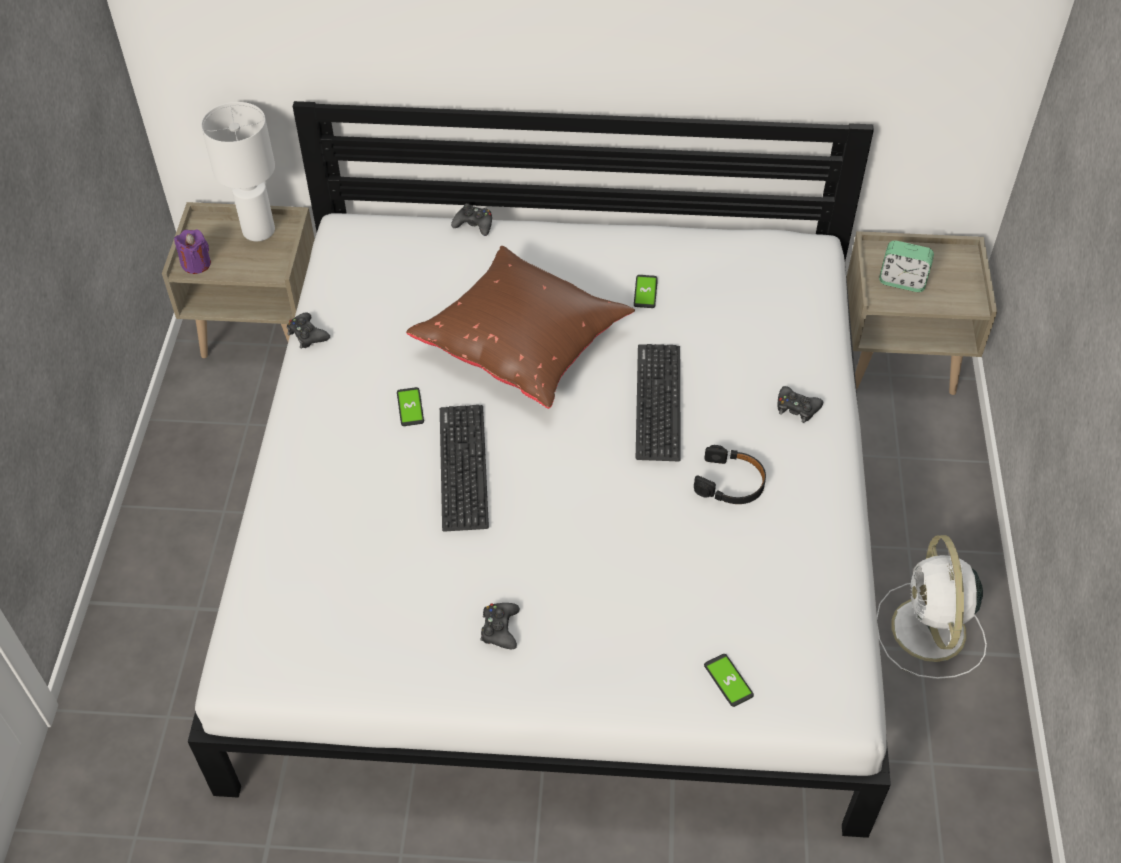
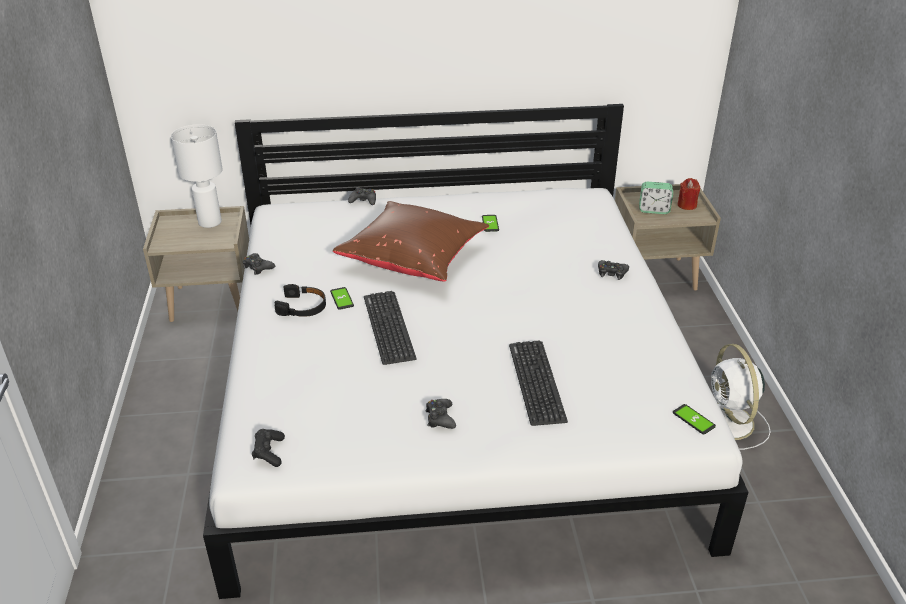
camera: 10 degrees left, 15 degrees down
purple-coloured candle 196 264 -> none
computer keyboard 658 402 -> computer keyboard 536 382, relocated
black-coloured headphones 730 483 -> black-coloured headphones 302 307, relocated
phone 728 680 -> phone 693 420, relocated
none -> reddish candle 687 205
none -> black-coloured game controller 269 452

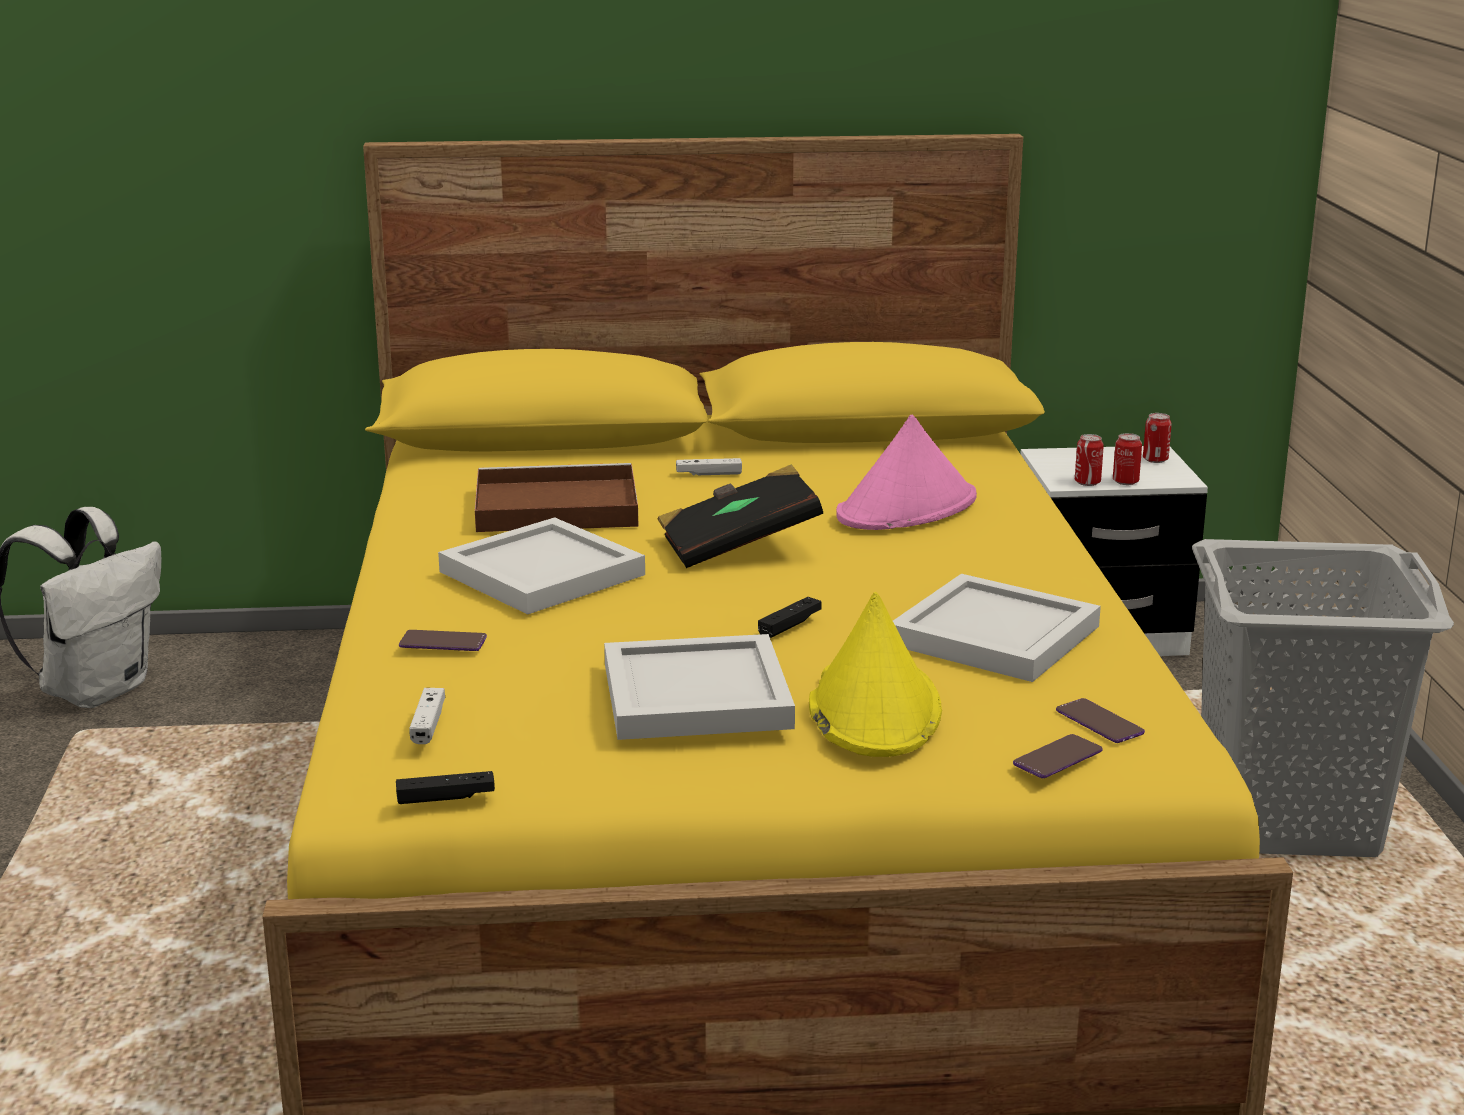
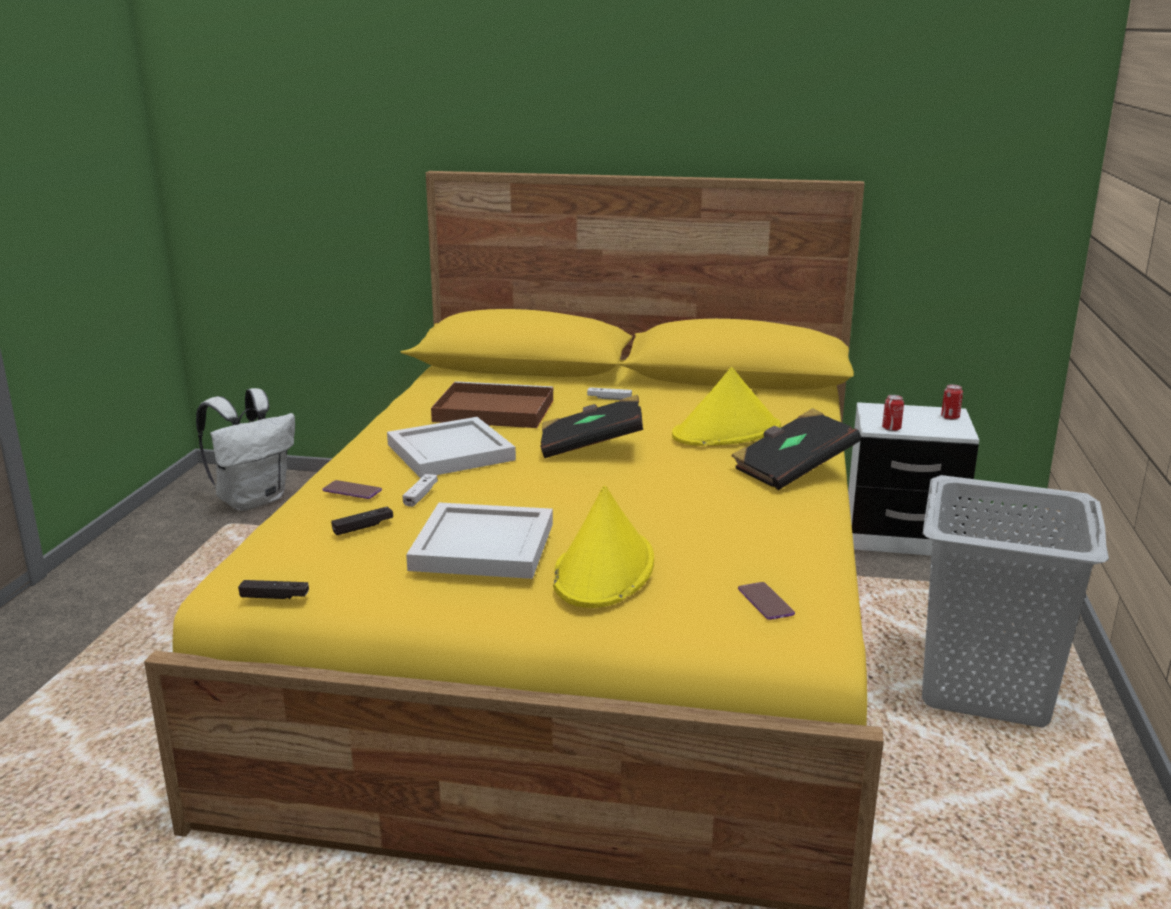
camera: 15 degrees right, 0 degrees up
pink-coloured wearable hat 907 508 -> yellow wearable hat 727 433
can 1125 482 -> none
white carrying tray 993 634 -> none
black-coloured game controller 789 625 -> black-coloured game controller 363 527, relocated
white game controller 428 724 -> white game controller 420 495, relocated
phone 1057 758 -> none
none -> black-coloured book 792 470

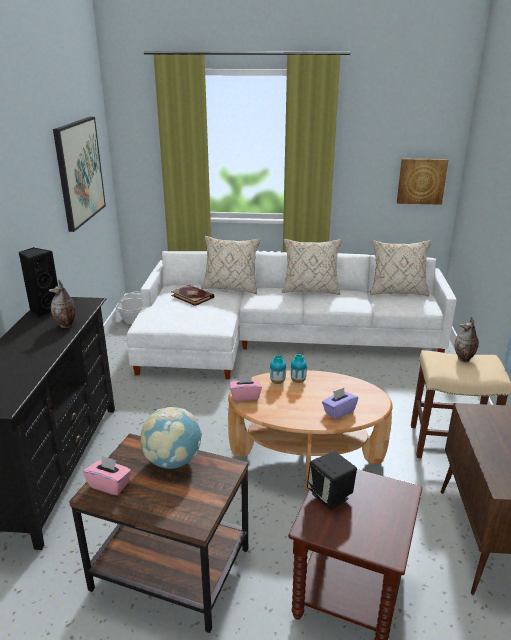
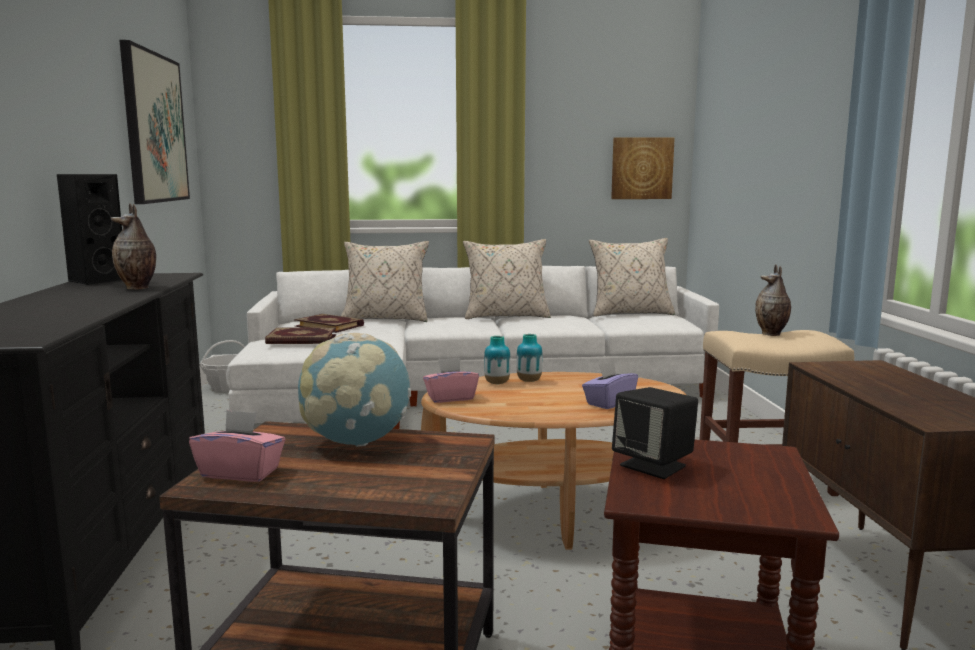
camera: 10 degrees left, 15 degrees down
none -> book 301 339

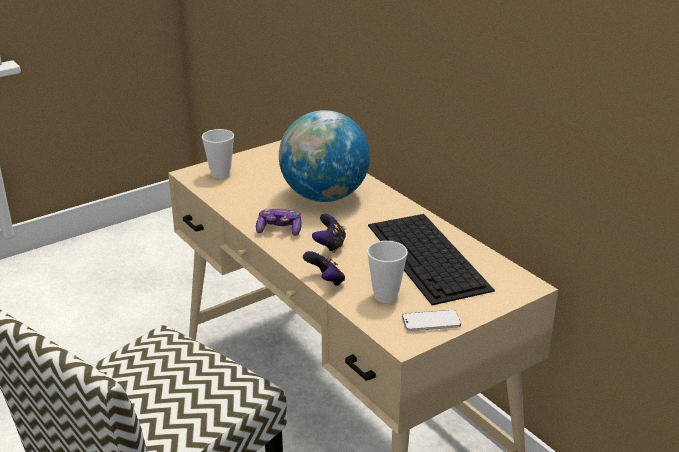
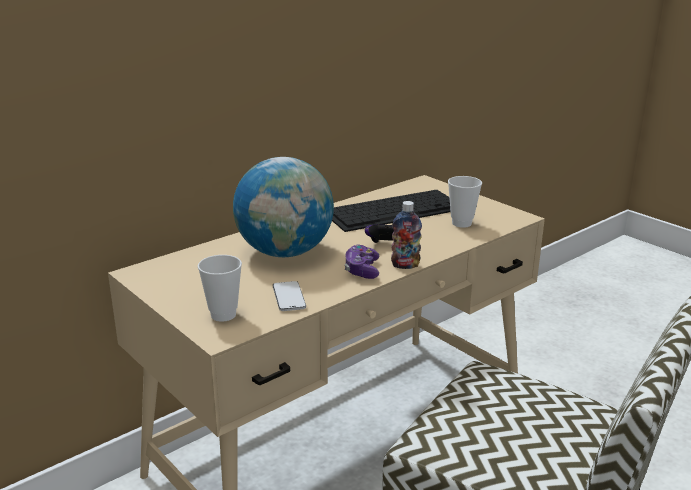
camera: 95 degrees left, 5 degrees down
game controller 325 281 -> none
phone 431 322 -> phone 289 298, relocated
none -> beverage bottle 405 265

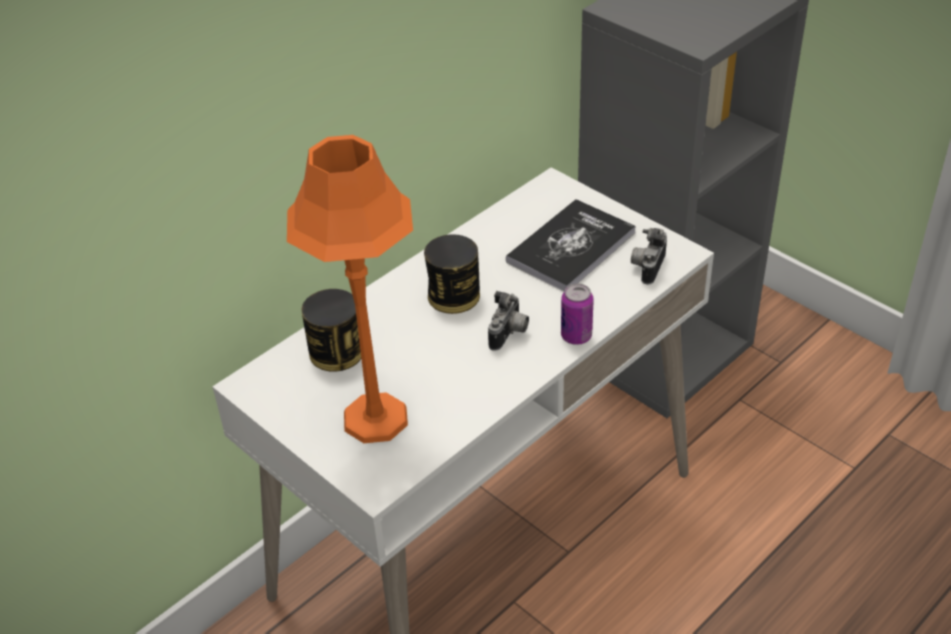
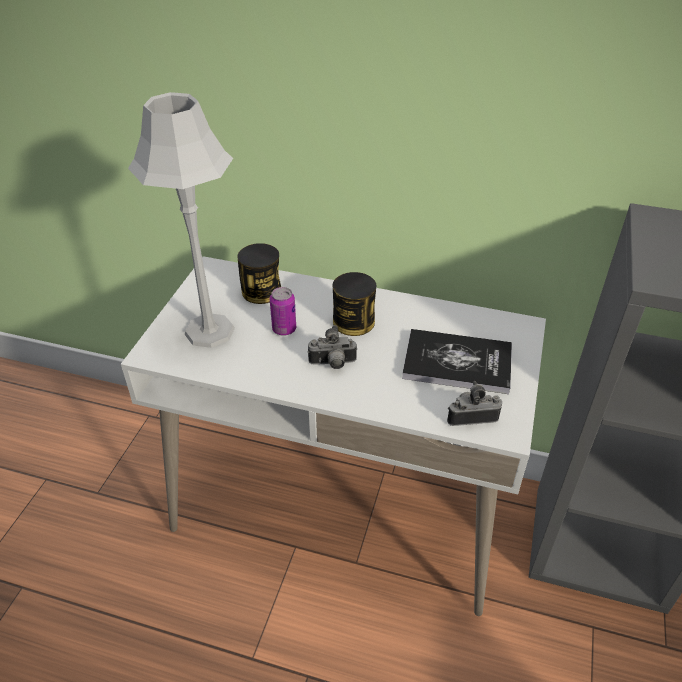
camera: 60 degrees right, 0 degrees up
orange-coloured table lamp 375 419 -> gray table lamp 209 331
can 576 336 -> can 284 329, relocated

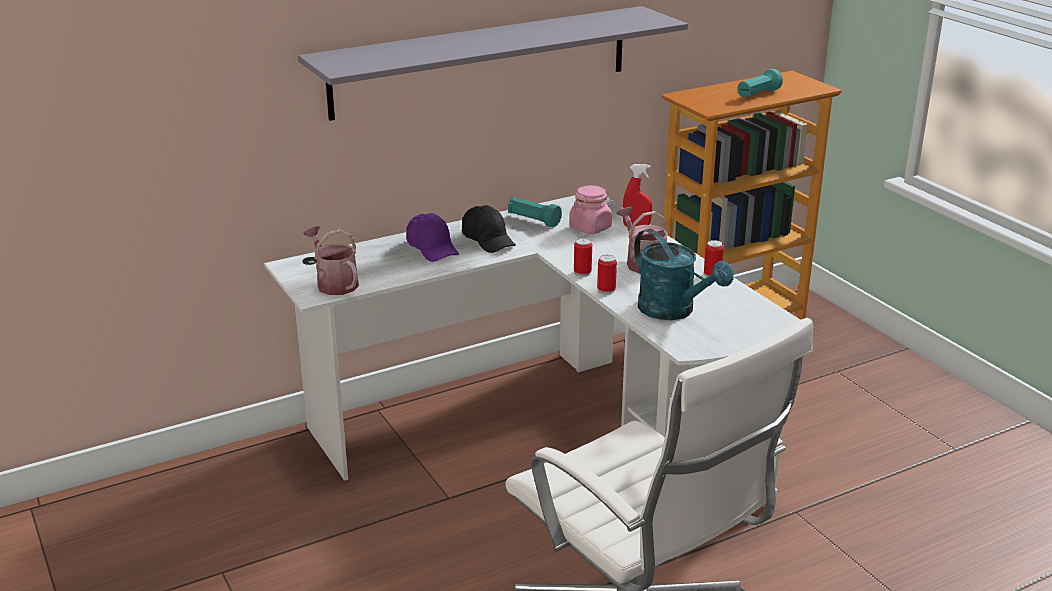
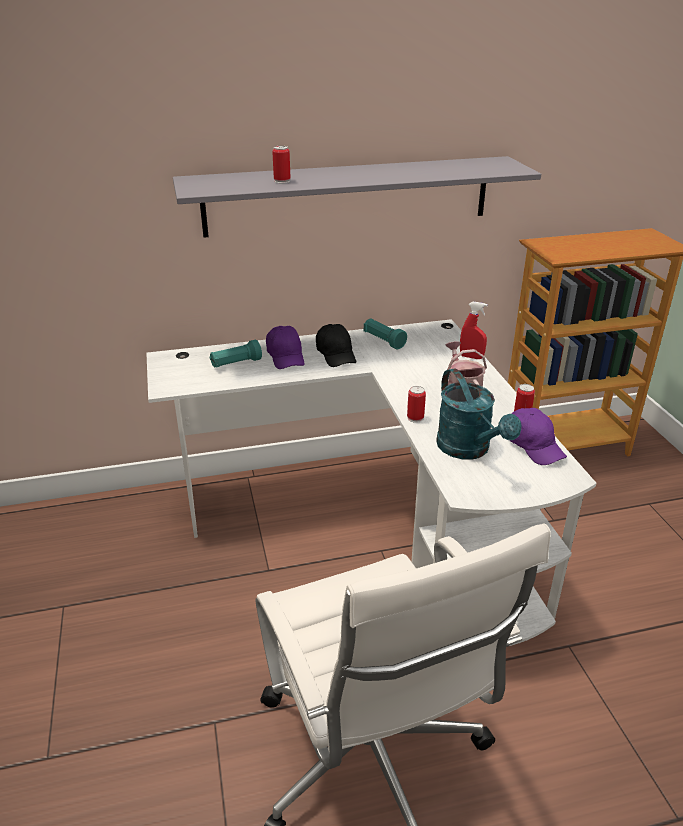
camera: 15 degrees right, 5 degrees up
turquoise hand torch 757 94 -> turquoise hand torch 236 363, relocated
pink-coloured storage jar 590 227 -> none
watering can 334 283 -> none
can 582 273 -> can 282 181, relocated
none -> purple-coloured peaked cap 533 446

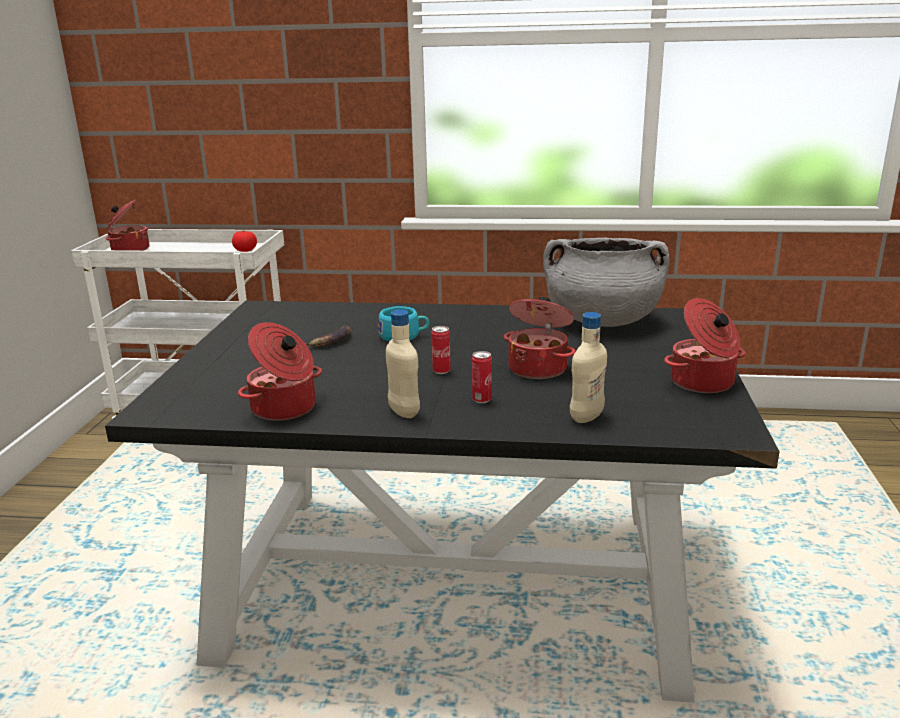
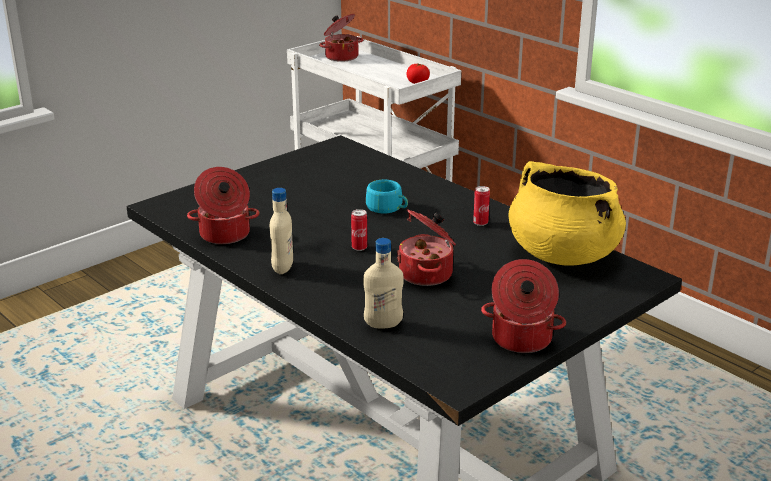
camera: 40 degrees right, 5 degrees up
gray stockpot 602 321 -> yellow stockpot 562 254
whole banana 331 341 -> none
can 482 400 -> can 480 223, relocated

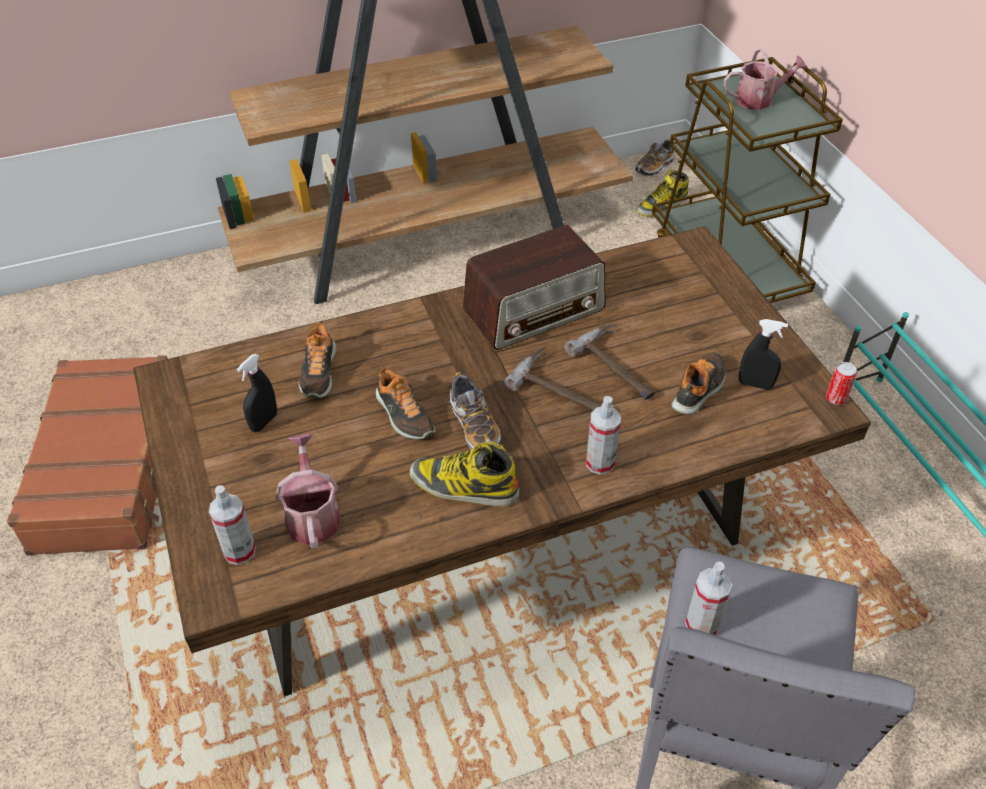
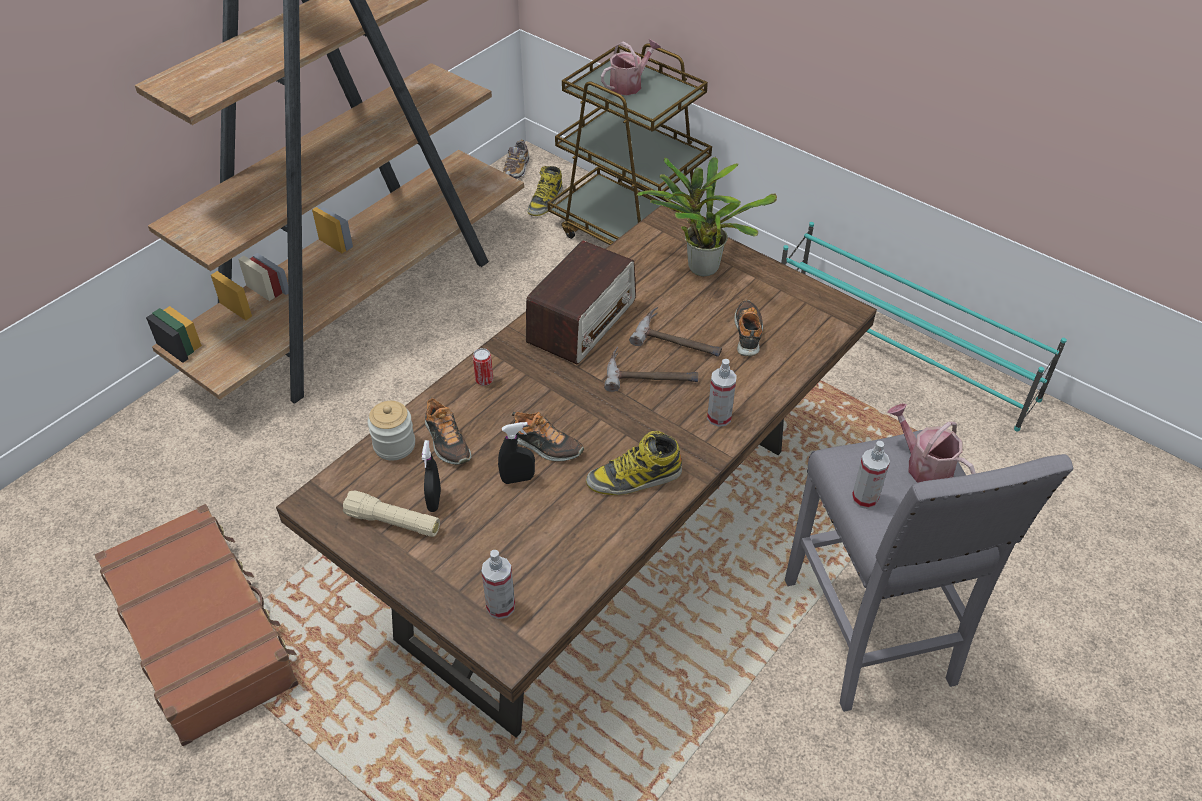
camera: 30 degrees left, 0 degrees up
black-coloured hand sprayer 755 384 -> black-coloured hand sprayer 518 479, relocated
can 835 398 -> can 484 380, relocated
item of footwear 474 425 -> none
watering can 312 514 -> watering can 924 465, relocated
none -> houseplant 699 266
none -> storage jar 394 445
none -> sand-coloured hand torch 393 522

